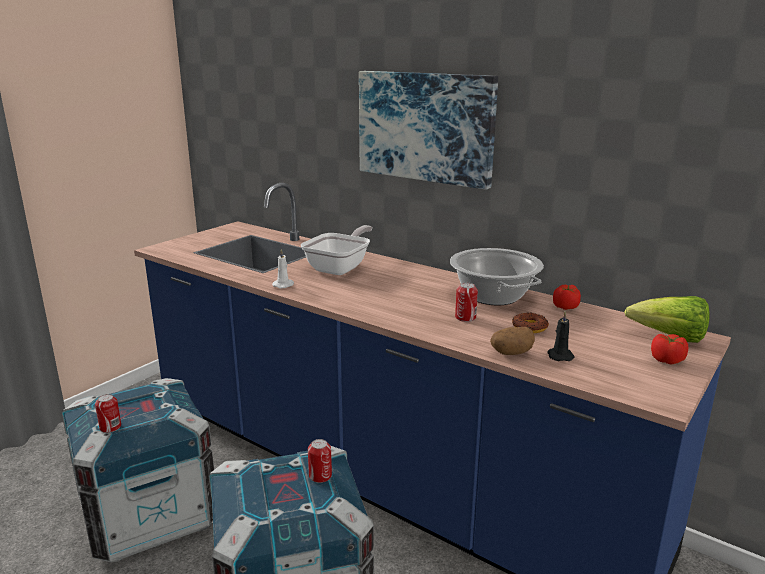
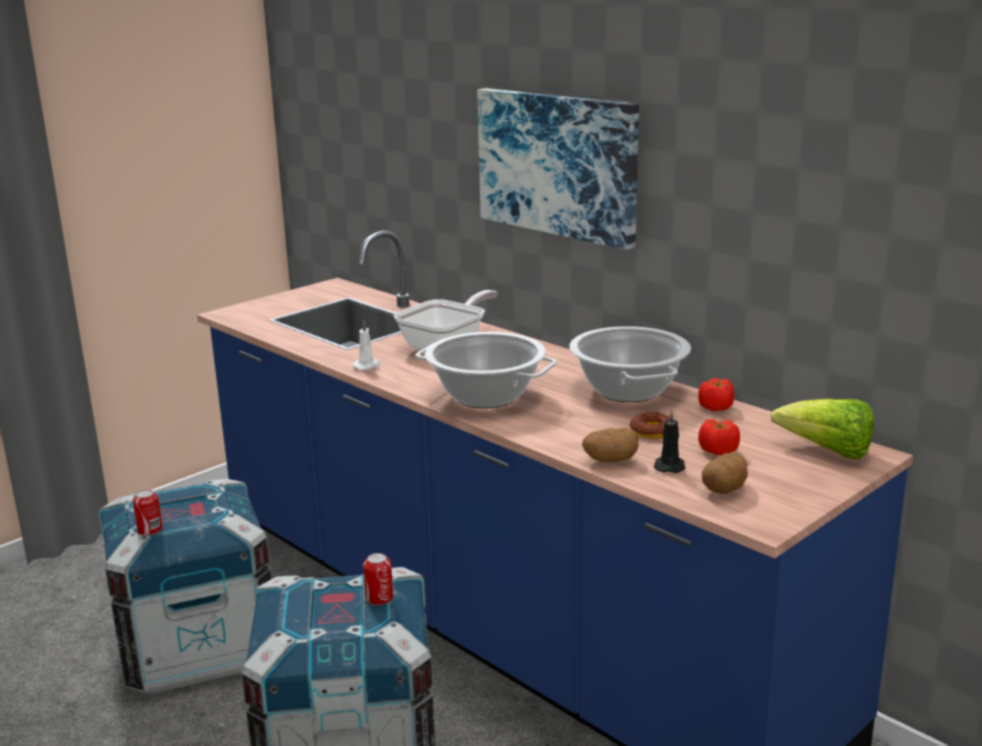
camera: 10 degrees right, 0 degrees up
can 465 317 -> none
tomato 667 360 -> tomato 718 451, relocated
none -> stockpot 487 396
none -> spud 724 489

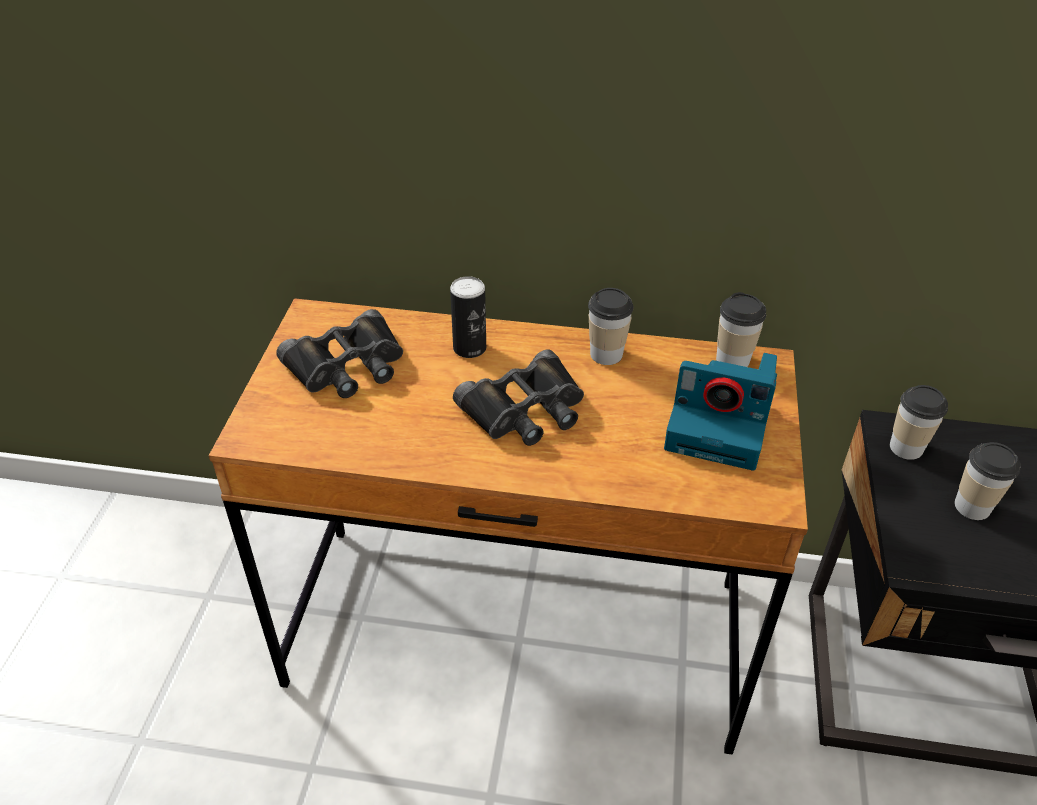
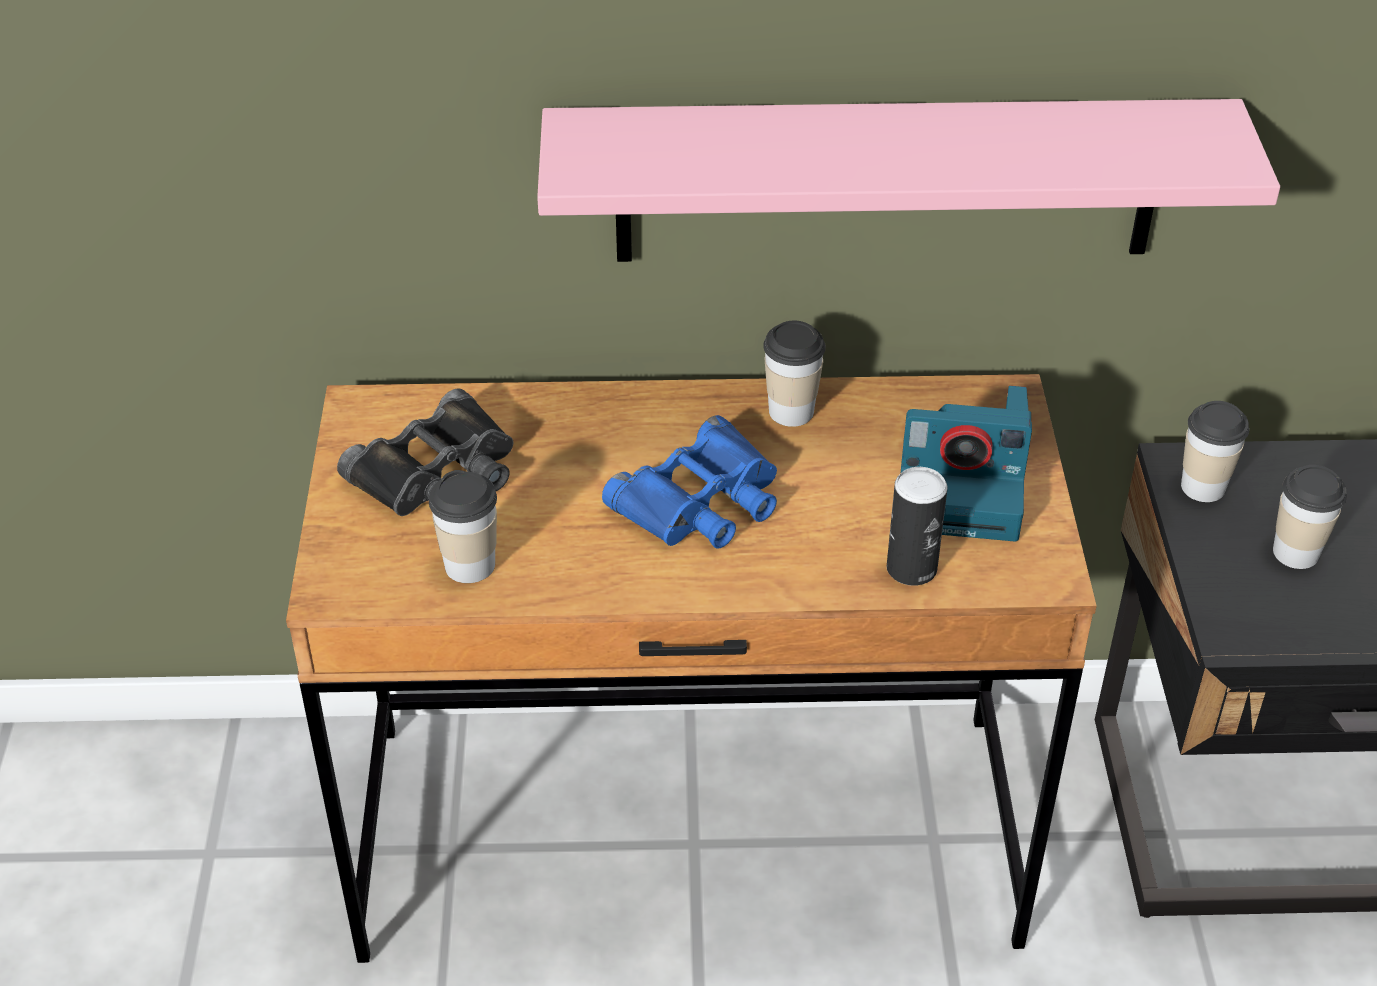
camera: 10 degrees left, 0 degrees up
can 469 348 -> can 911 568, relocated
cup 732 360 -> cup 470 565, relocated
black-coloured binoculars 526 410 -> blue binoculars 702 501
none -> pink-coloured shelf 887 180

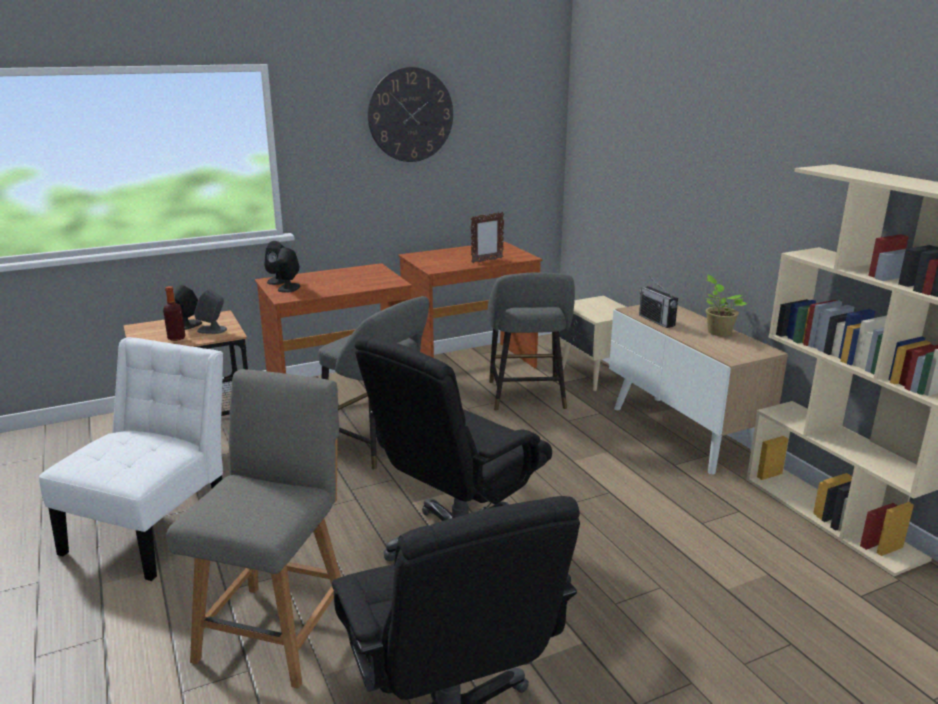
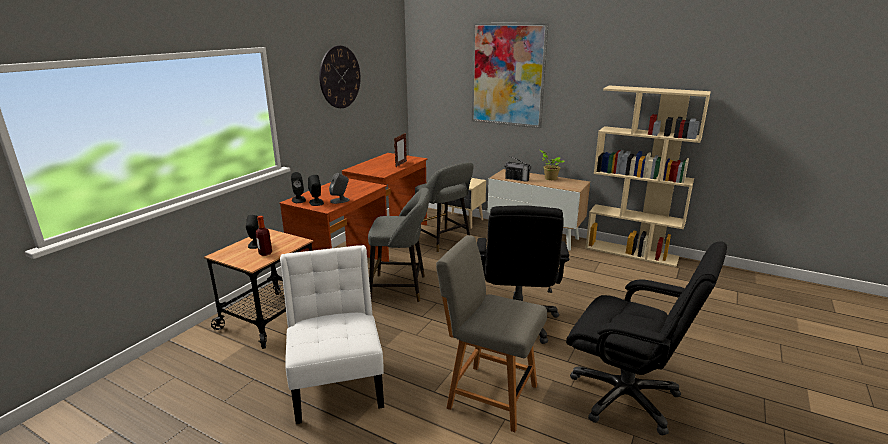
camera: 35 degrees left, 0 degrees up
gray audio speaker 212 330 -> gray audio speaker 340 200, relocated
gray upright chair 277 629 -> gray upright chair 489 395, 45 degrees counterclockwise
none -> wall art 508 75

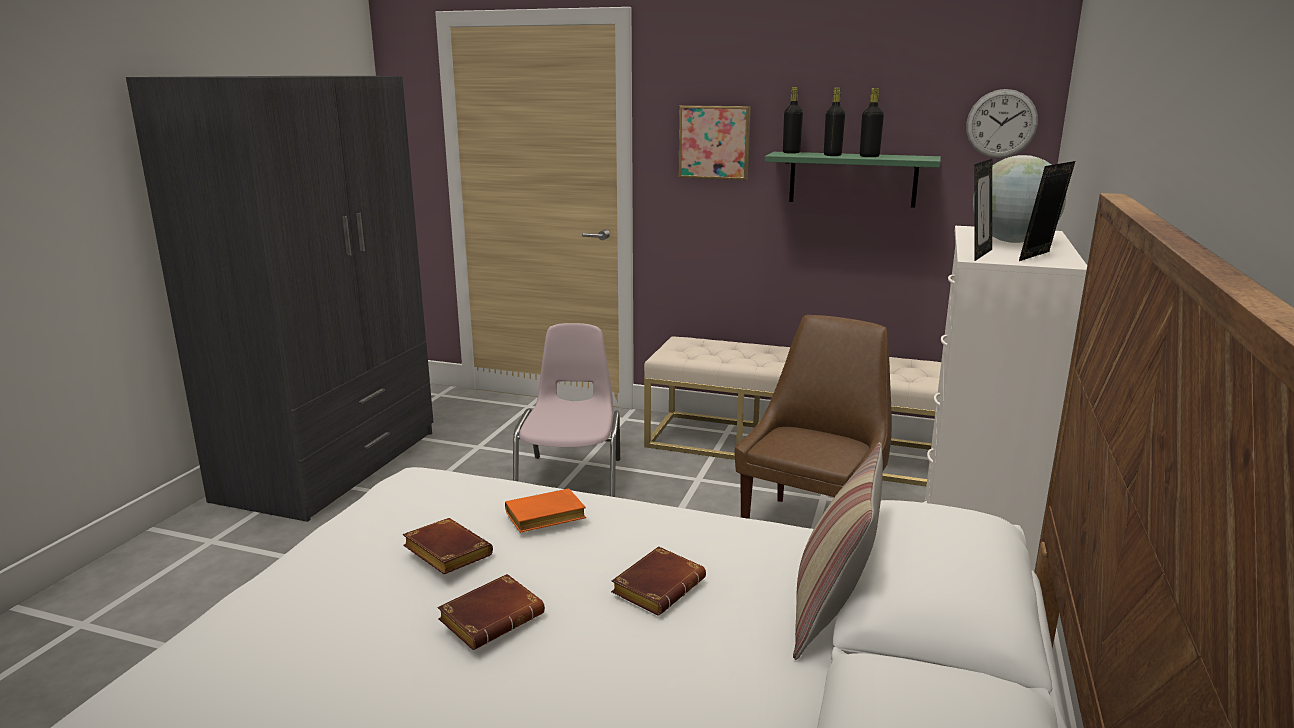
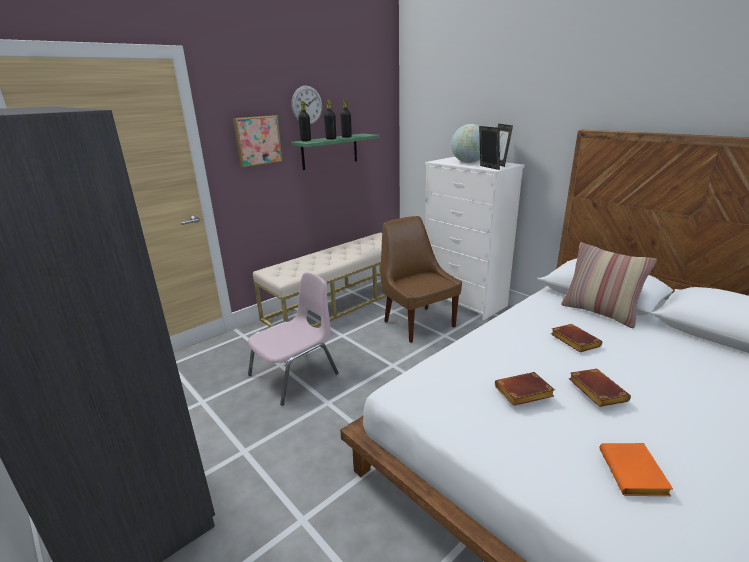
camera: 60 degrees left, 5 degrees up
clock on the wall 1001 124 -> clock on the wall 307 105, relocated
pink-coloured upright chair 572 478 -> pink-coloured upright chair 295 374, 105 degrees clockwise
orange-coloured book 544 518 -> orange-coloured book 635 475, relocated

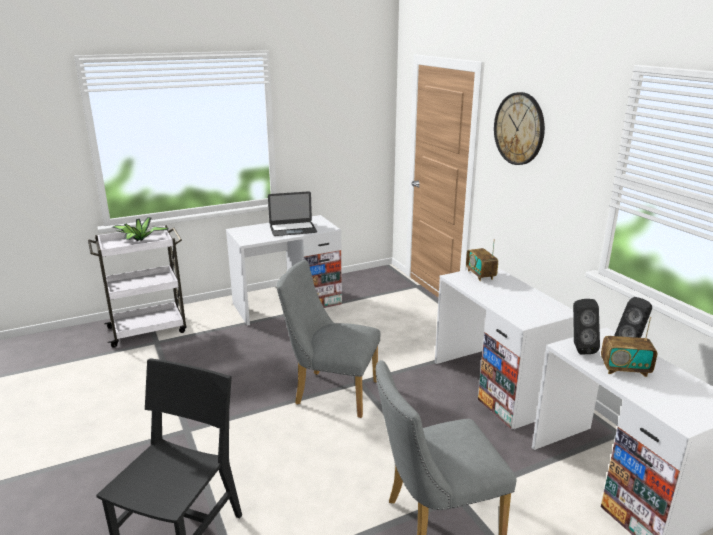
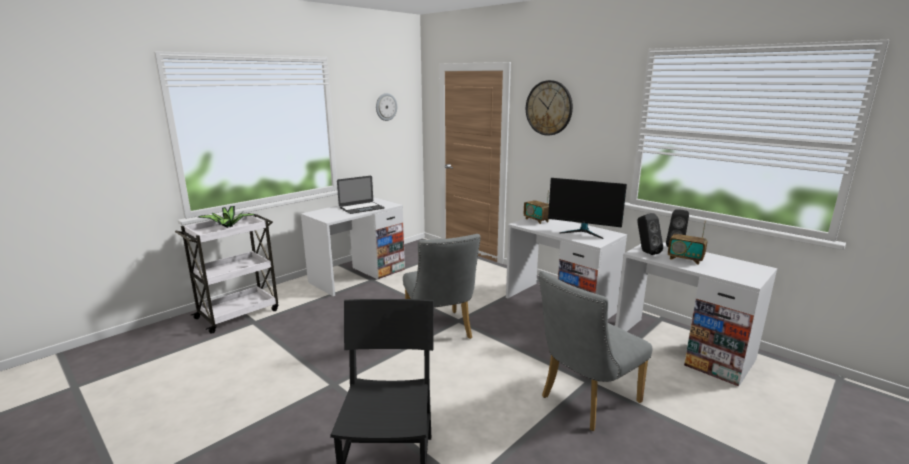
camera: 20 degrees left, 5 degrees down
gray upright chair 330 392 -> gray upright chair 440 331, 105 degrees counterclockwise
radio receiver 624 369 -> radio receiver 685 259, 45 degrees clockwise
none -> clock on the wall 386 107
none -> monitor 583 232

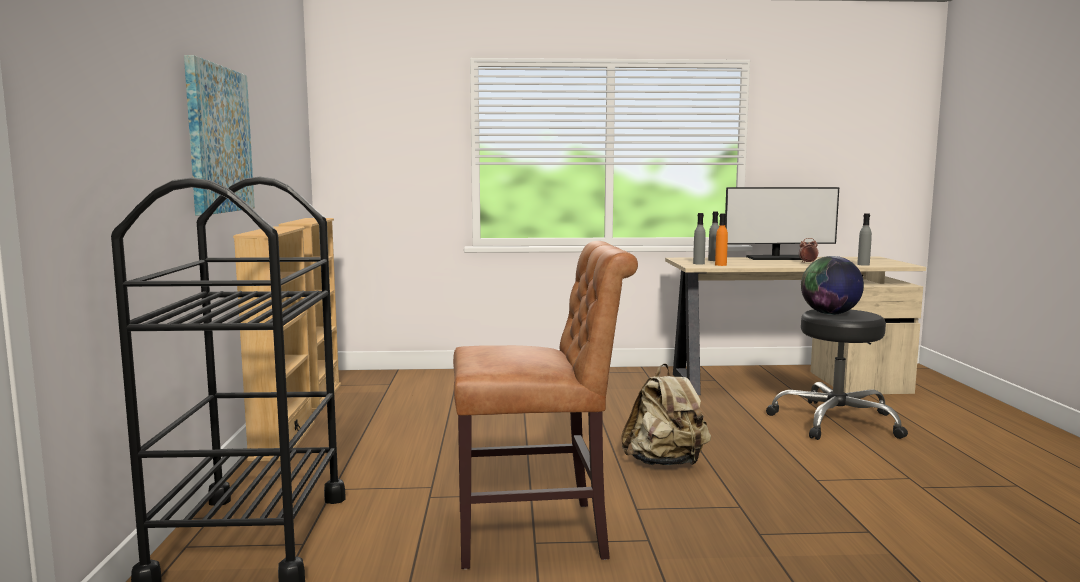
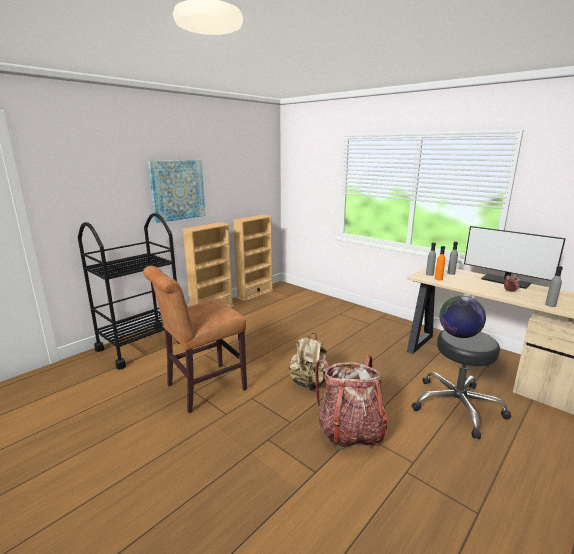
camera: 45 degrees right, 10 degrees up
brown-coloured upright chair 539 533 -> brown-coloured upright chair 202 389, 105 degrees clockwise
none -> rucksack 350 431

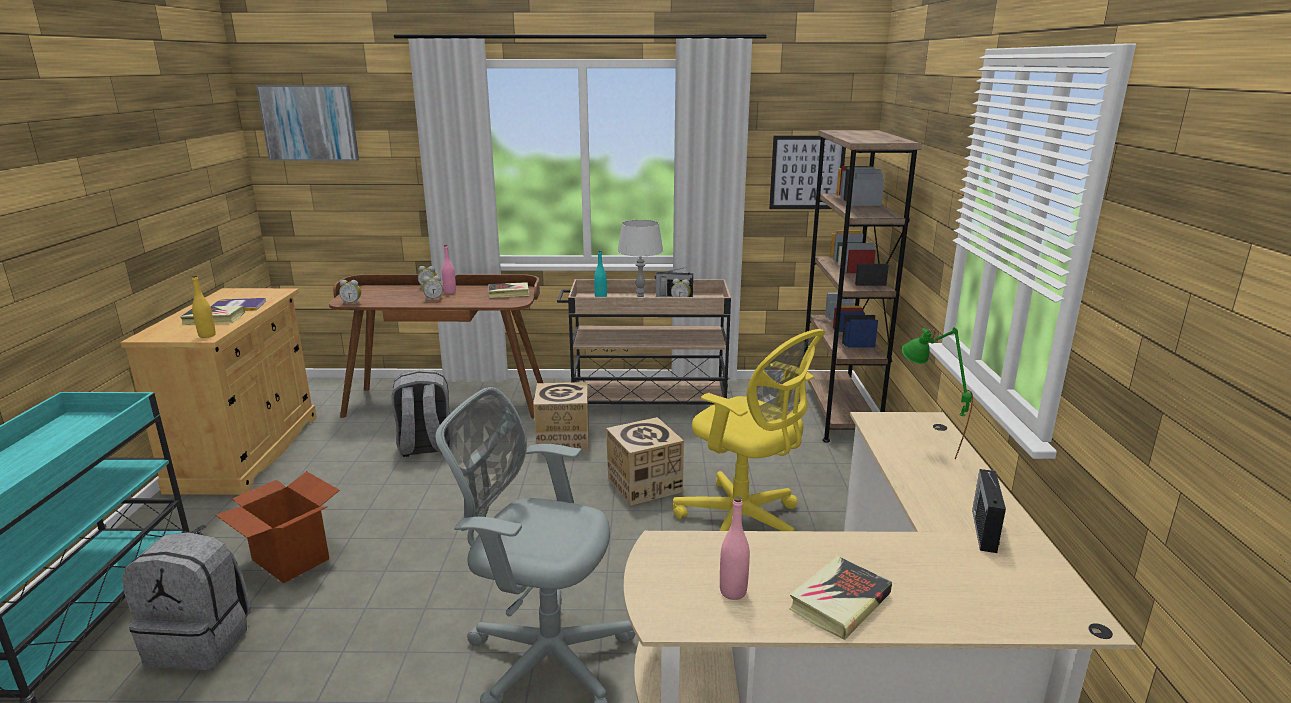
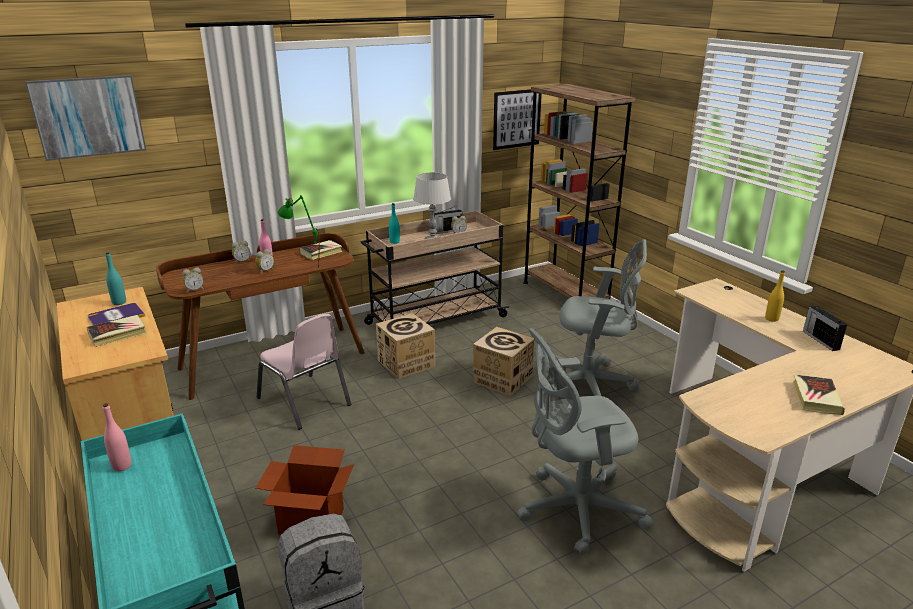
camera: 30 degrees left, 5 degrees up
yellow beverage bottle 207 335 -> yellow beverage bottle 771 319, relocated
green-coloured table lamp 925 448 -> green-coloured table lamp 302 266, relocated
yellow office chair 744 523 -> gray office chair 591 384
gray rucksack 425 447 -> pink-coloured upright chair 304 401
pink-coloured beverage bottle 733 592 -> pink-coloured beverage bottle 122 466, relocated
none -> turquoise beverage bottle 119 302

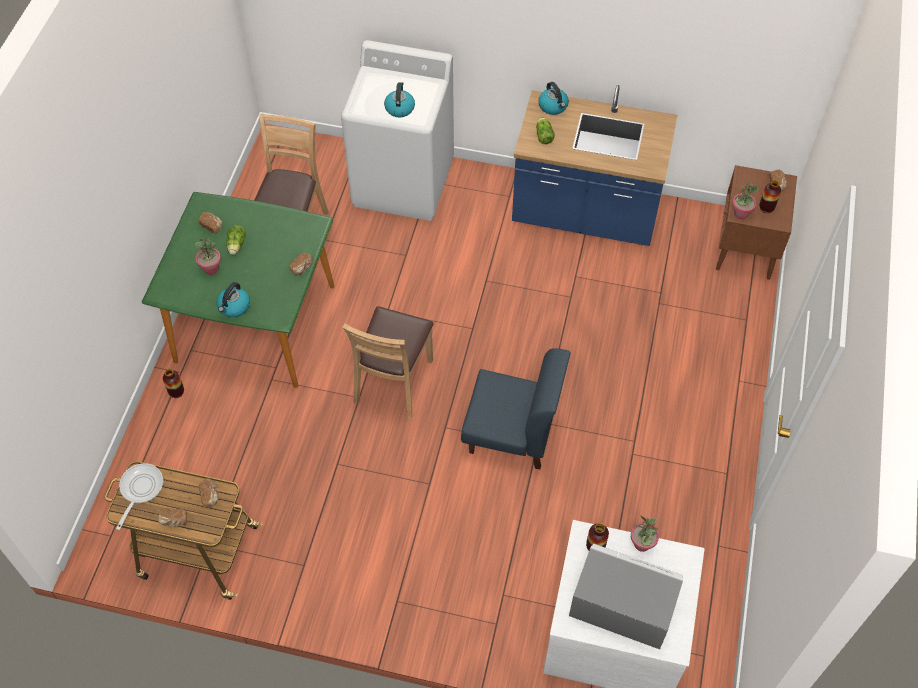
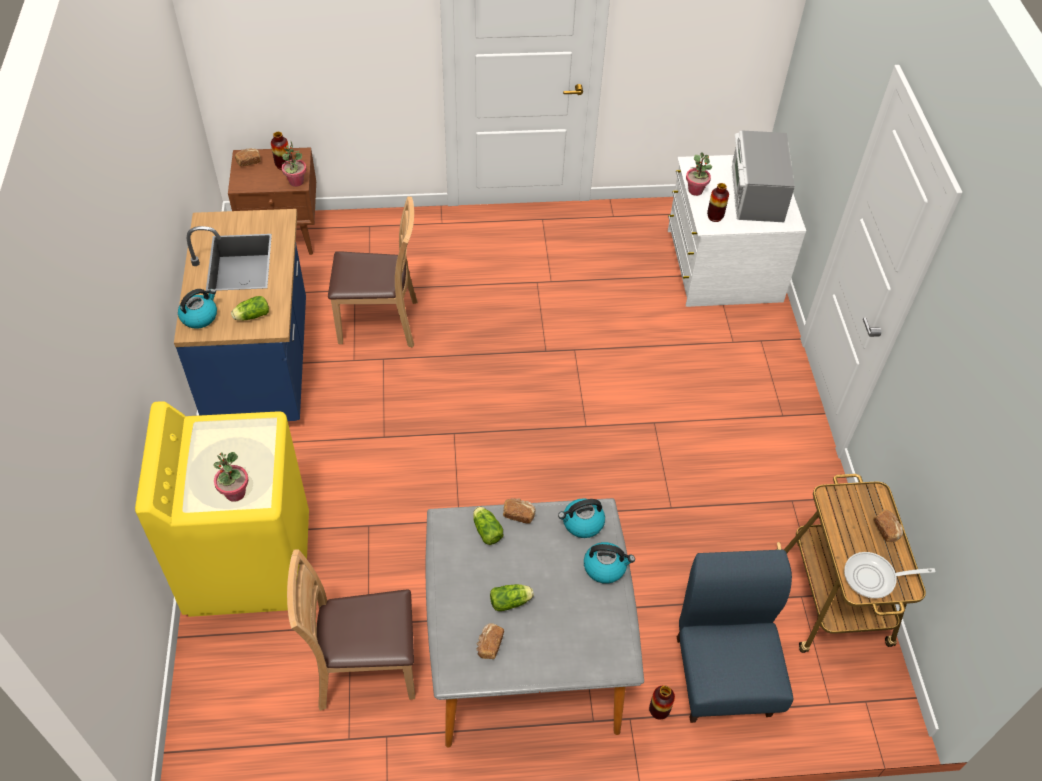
camera: 110 degrees left, 5 degrees down
white laundry machine 403 183 -> yellow laundry machine 248 562
water kettle 399 108 -> water kettle 582 523, relocated
green-coloured dining table 256 323 -> gray dining table 525 657
houseplant 211 269 -> houseplant 235 493, relocated
brown-coloured upright chair 394 382 -> brown-coloured upright chair 379 323, relocated
blue upright chair 511 434 -> blue upright chair 723 675, relocated
bakery bread 210 495 -> none
none -> lettuce 486 530

